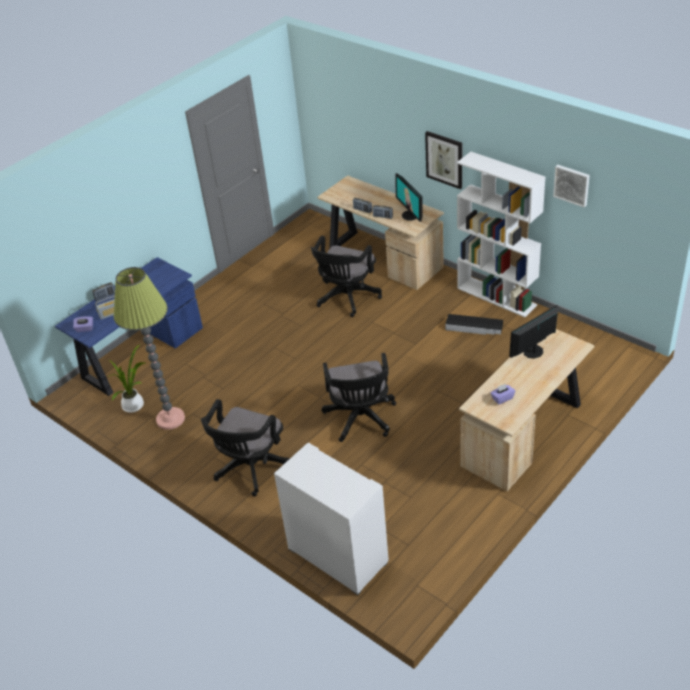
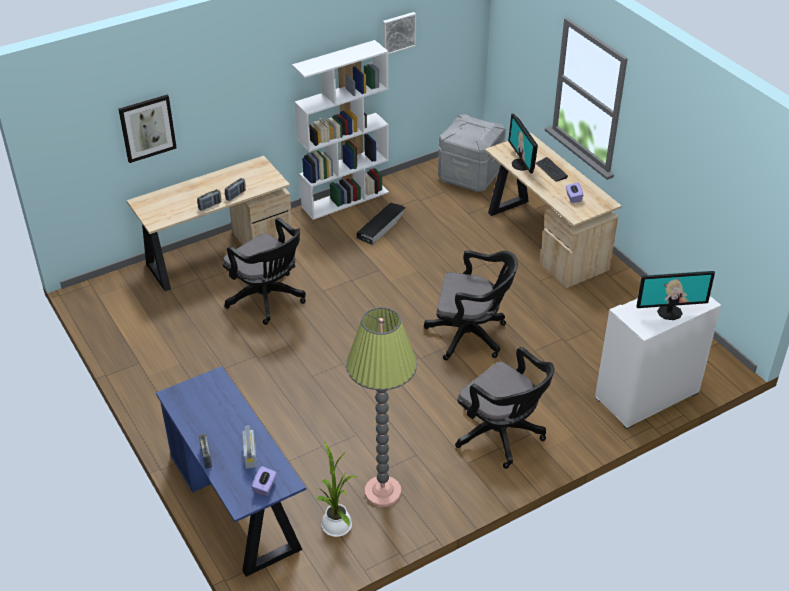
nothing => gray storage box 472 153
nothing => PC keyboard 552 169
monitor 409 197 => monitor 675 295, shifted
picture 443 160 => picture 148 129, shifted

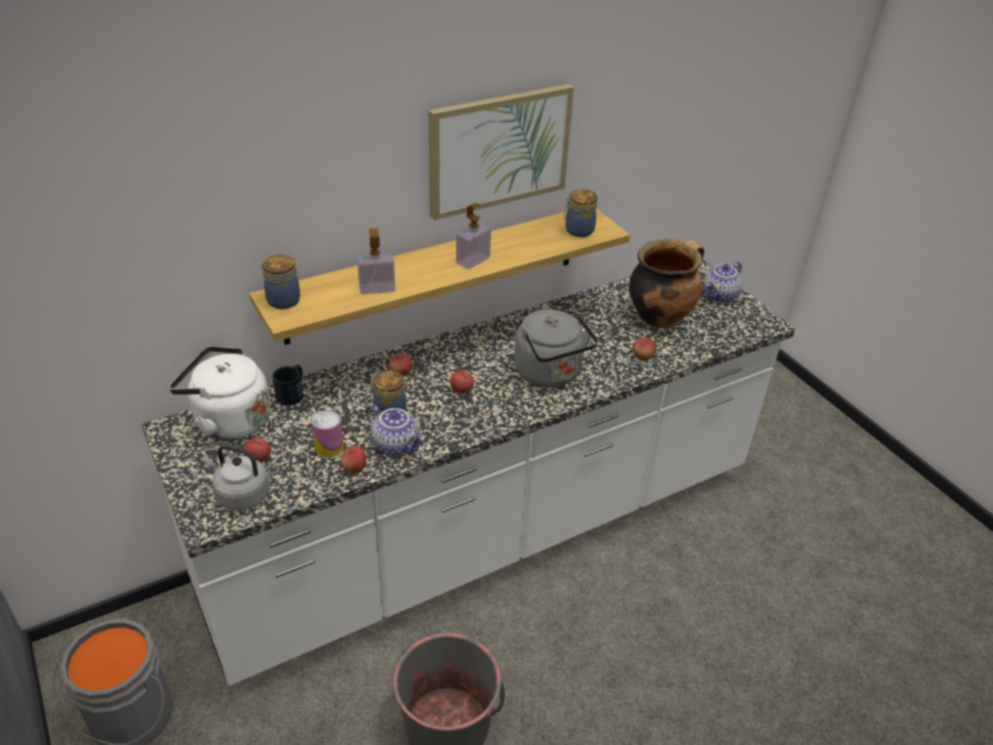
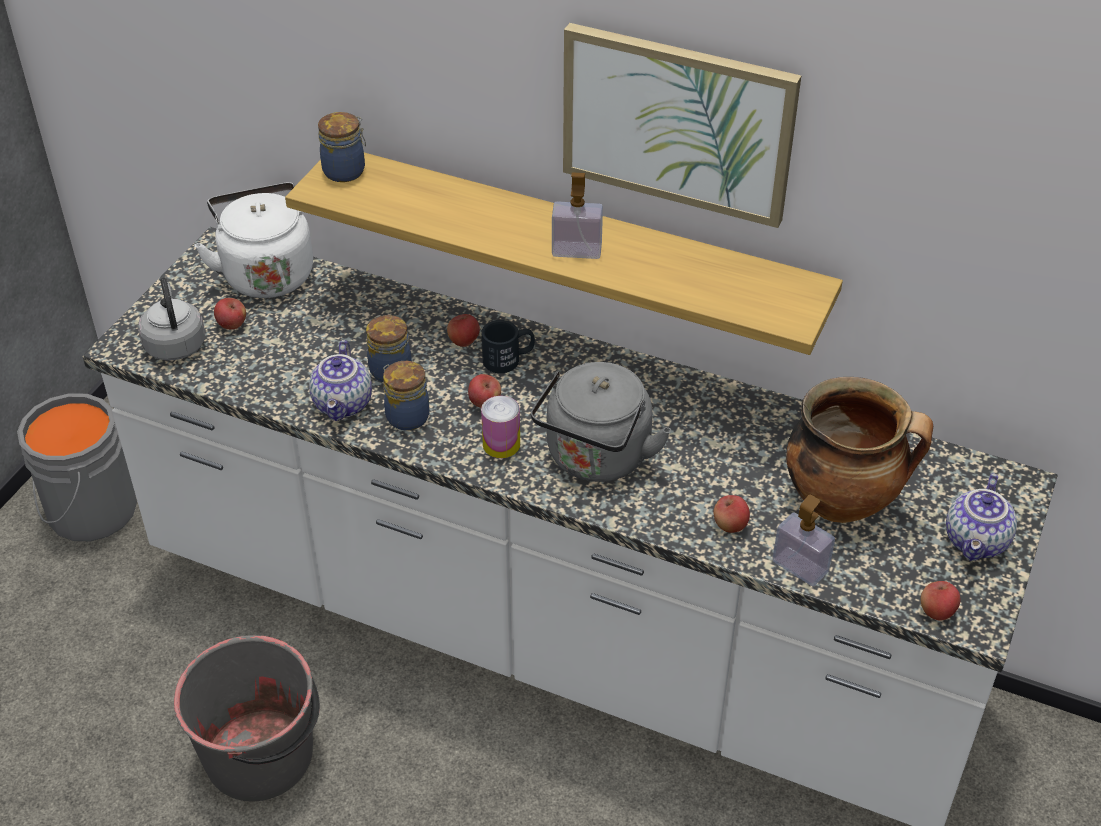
black mug 287 385 => black mug 508 346, shifted
can 328 433 => can 500 427, shifted
whole apple 353 459 => whole apple 941 600, shifted
soap bottle 376 261 => soap bottle 803 541, shifted
storage jar 580 213 => storage jar 406 396, shifted
tea pot 722 282 => tea pot 981 517, 75 degrees counterclockwise

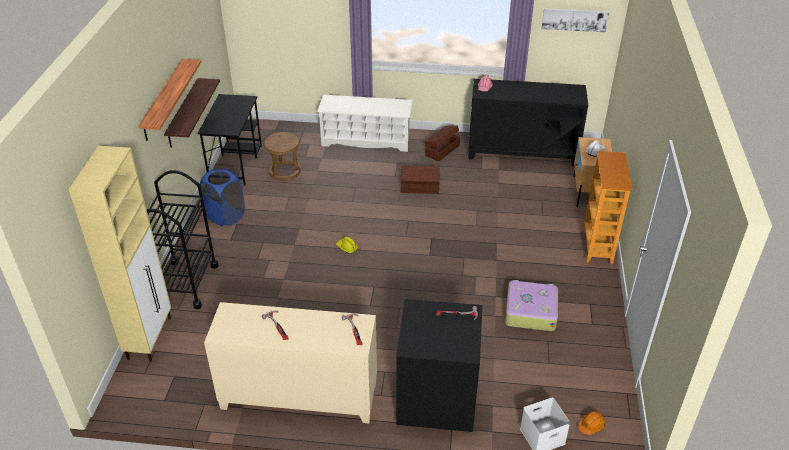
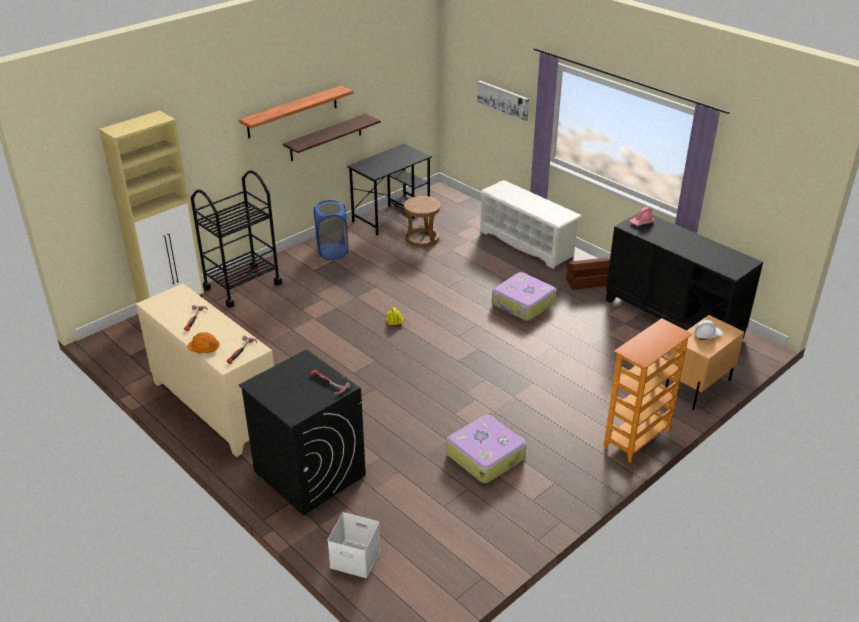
picture 575 20 => picture 503 101, shifted
orange safety helmet 591 423 => orange safety helmet 203 342, shifted
brown-coloured storage box 420 179 => piece of luggage 524 296

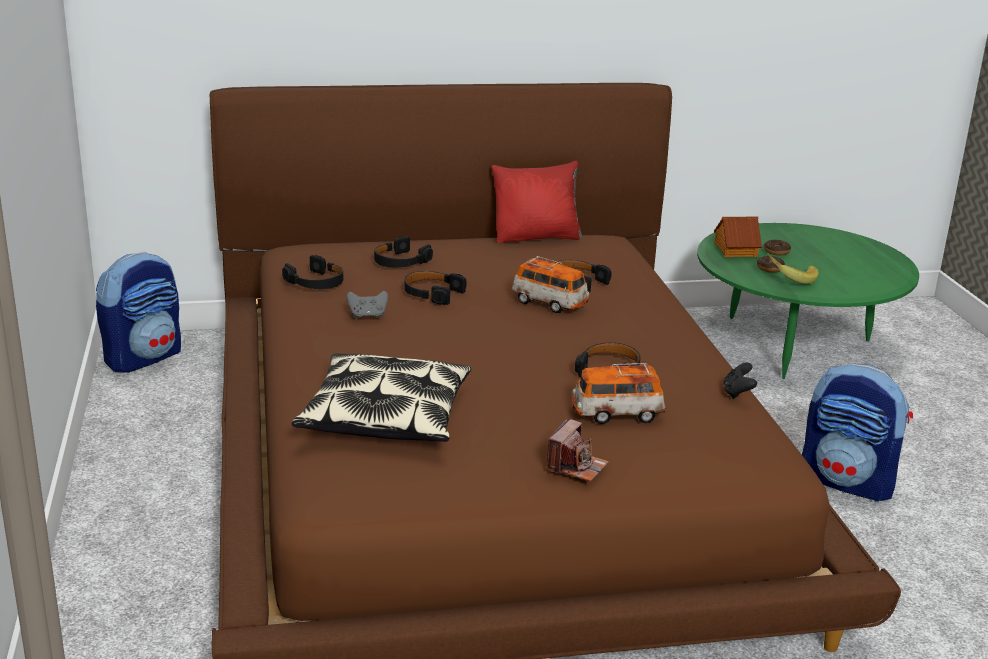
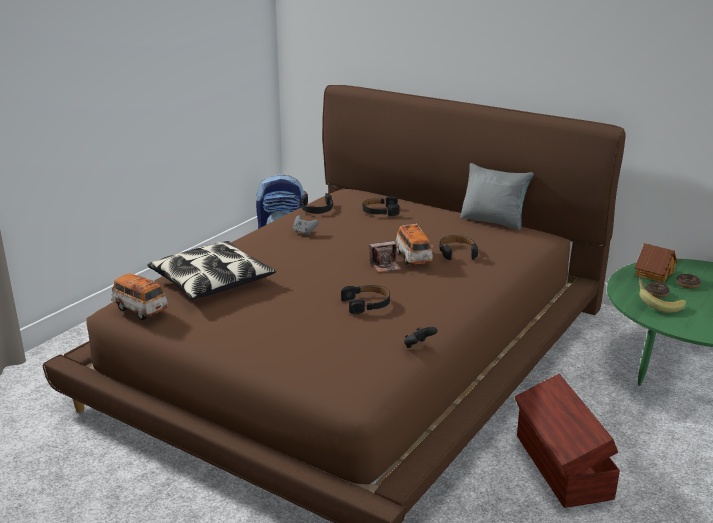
black pair of headphones 435 288 => nothing
still camera 578 450 => still camera 385 256, shifted
toy car 619 393 => toy car 139 296, shifted
knapsack 857 433 => brown-coloured storage box 567 441
red-coloured throw pillow 537 202 => gray throw pillow 497 196

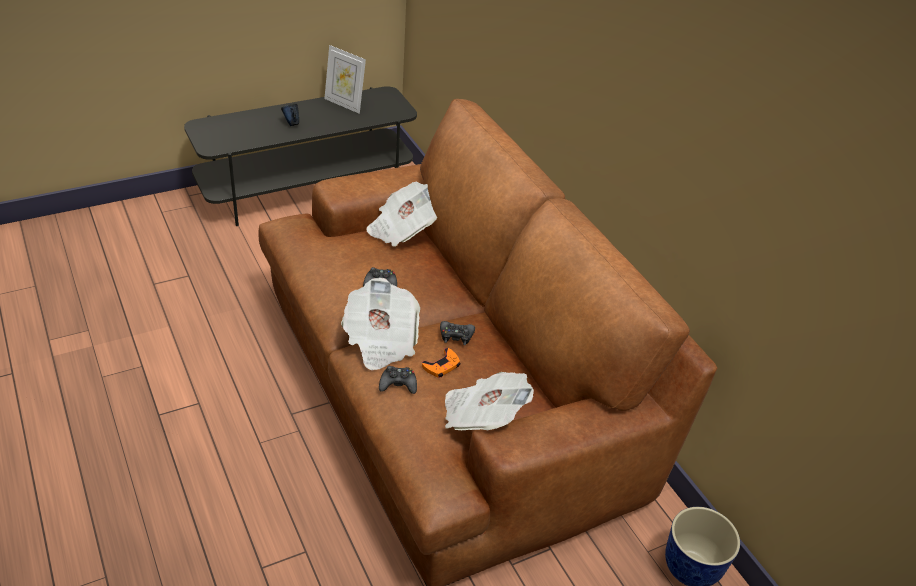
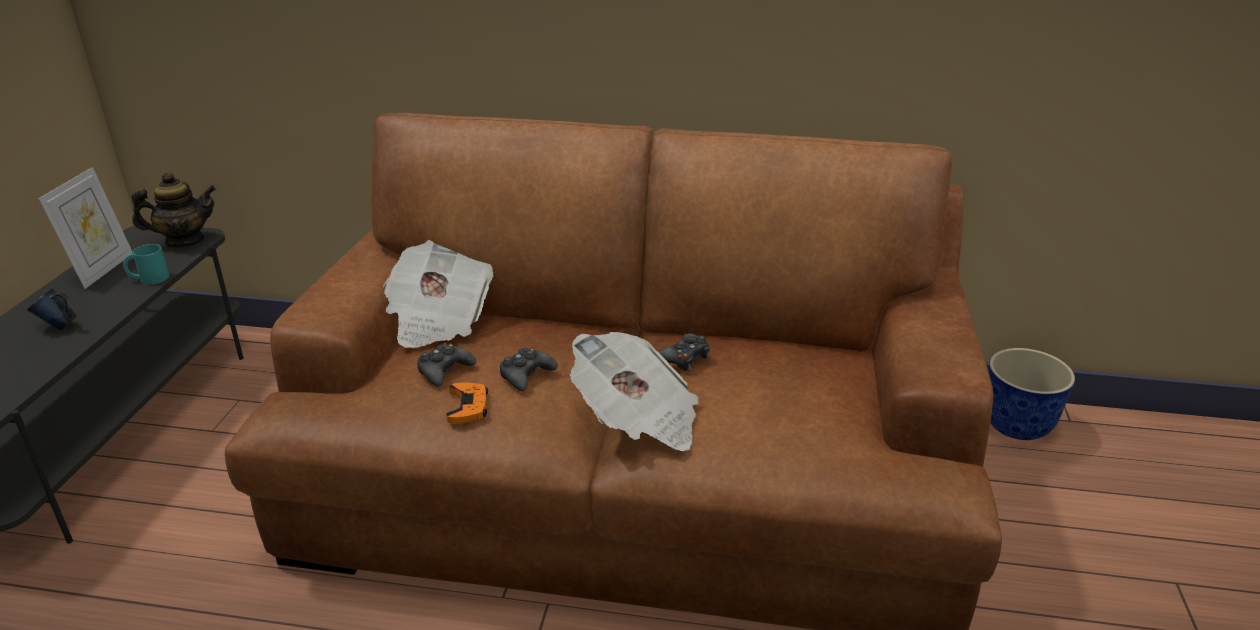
printed paper 489 401 => nothing
nothing => turquoise mug 146 264
nothing => tea pot 173 210
black joypad 398 380 => black joypad 446 365, shifted
orange joypad 441 363 => orange joypad 467 402, shifted
standing frame 345 79 => standing frame 85 228, 60 degrees counterclockwise

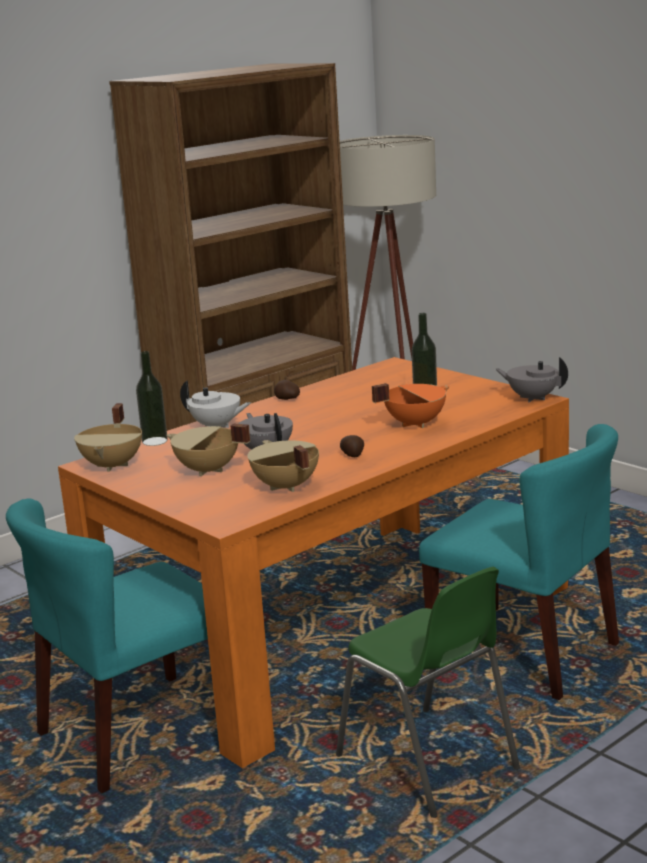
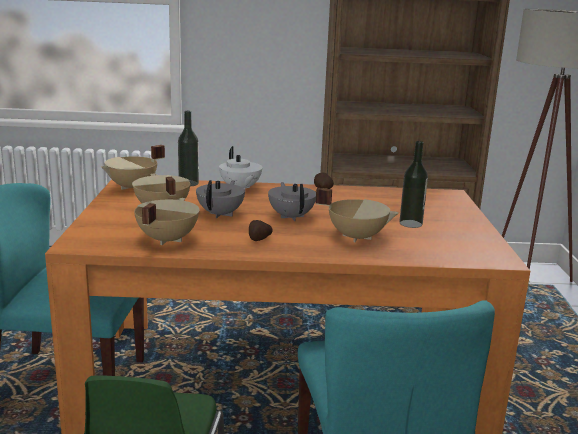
gray tea pot 532 379 => gray tea pot 292 201, shifted
orange cooking pot 410 405 => beige-coloured cooking pot 357 215

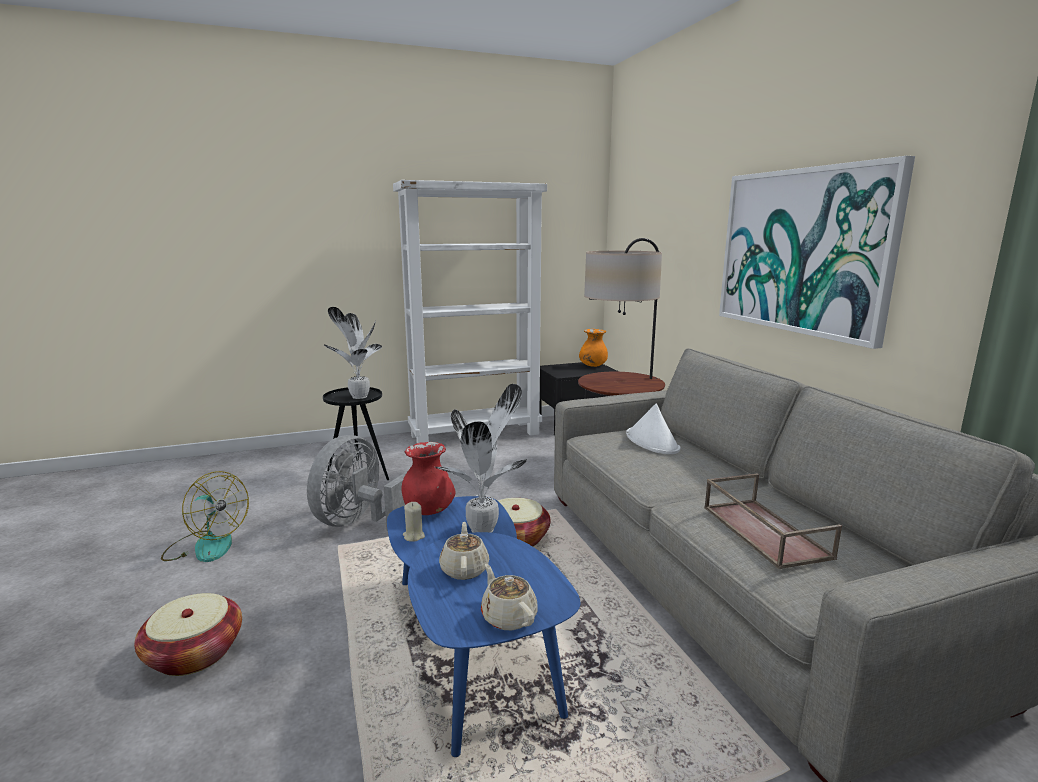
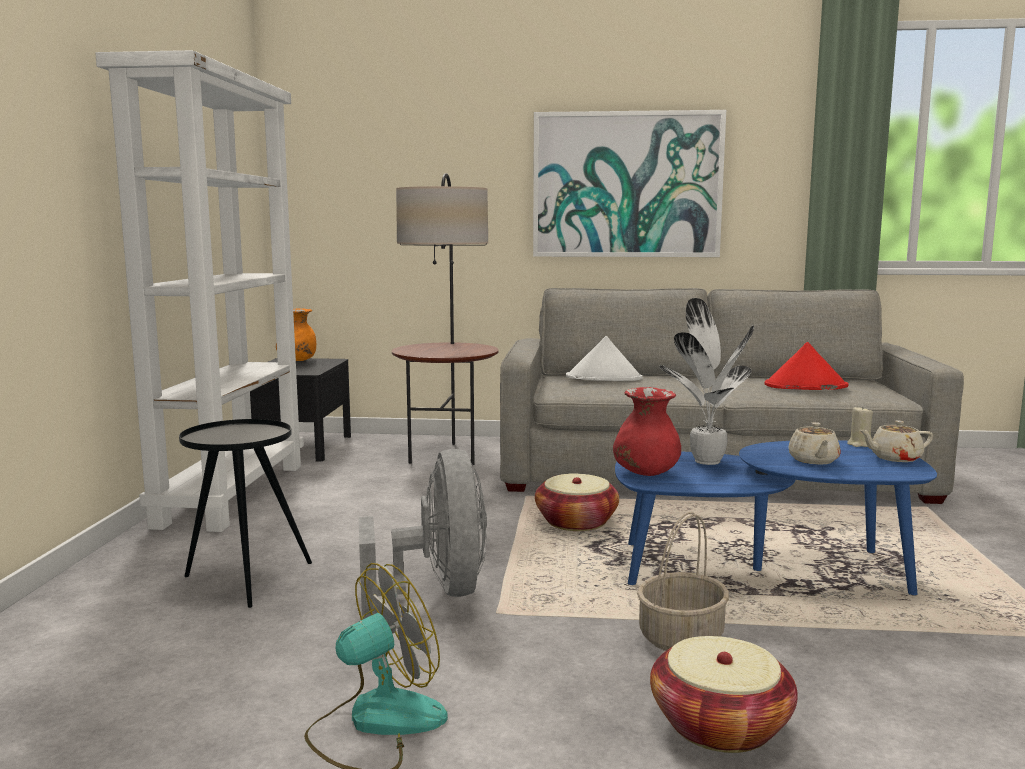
plant in a pot 353 353 => nothing
nothing => storage basket 683 581
beige-coloured wax light 414 522 => beige-coloured wax light 860 427, shifted
brown-coloured tray 773 521 => red-coloured wearable hat 806 366
gray electric fan 357 483 => gray electric fan 423 534, 150 degrees counterclockwise
beige-coloured tea pot 464 551 => beige-coloured tea pot 815 443, 105 degrees counterclockwise

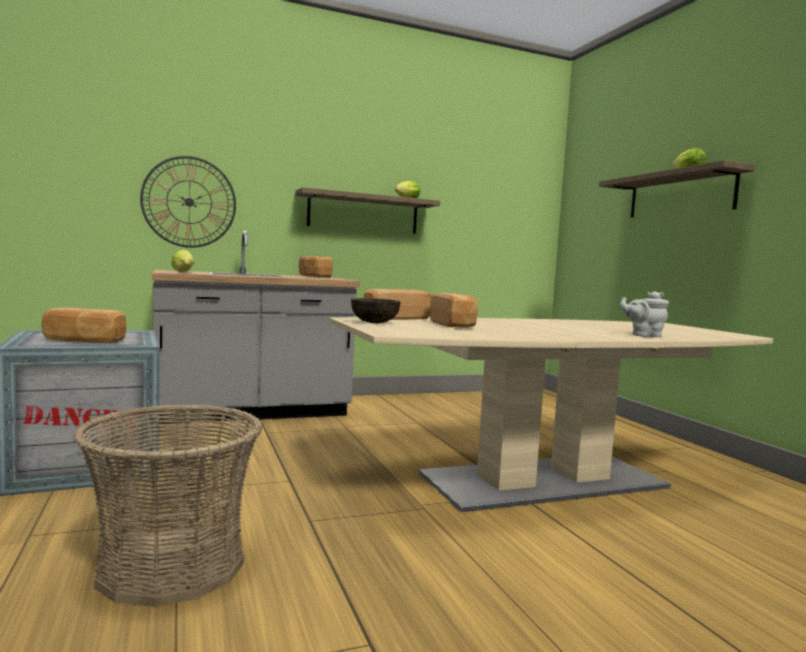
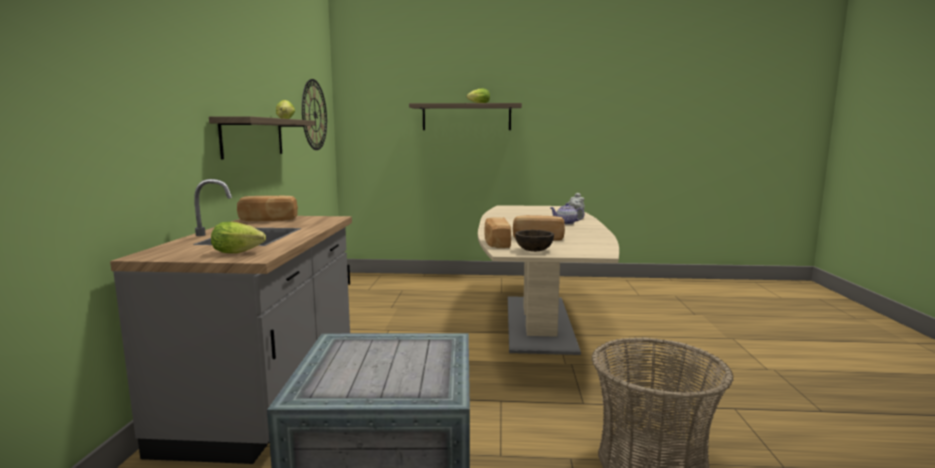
baked bread 84 325 => nothing
nothing => tea pot 567 214
hanging clock 188 202 => hanging clock 314 114, shifted

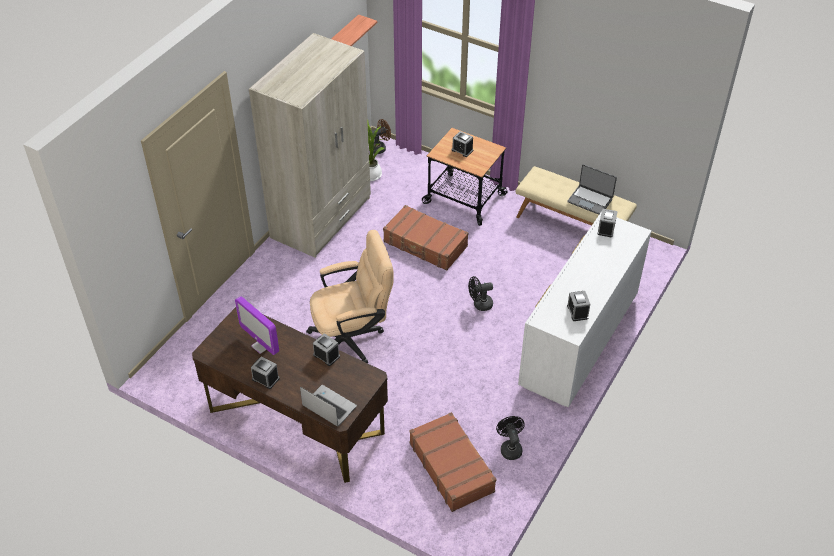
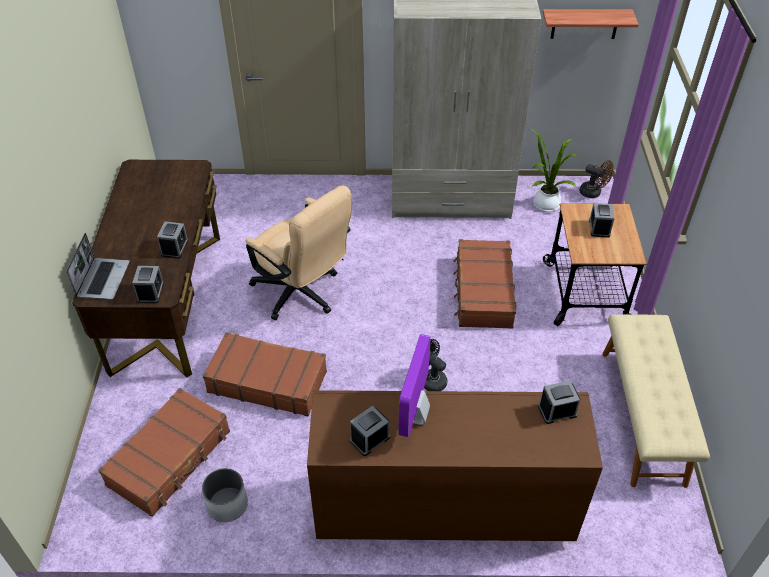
laptop 592 189 => nothing
nothing => brown-coloured piece of luggage 265 374
monitor 257 325 => monitor 414 385, shifted
table clock 265 373 => table clock 148 284, shifted
black electric fan 510 438 => white flower pot 225 495
white drawer chest 585 309 => brown-coloured drawer chest 455 465

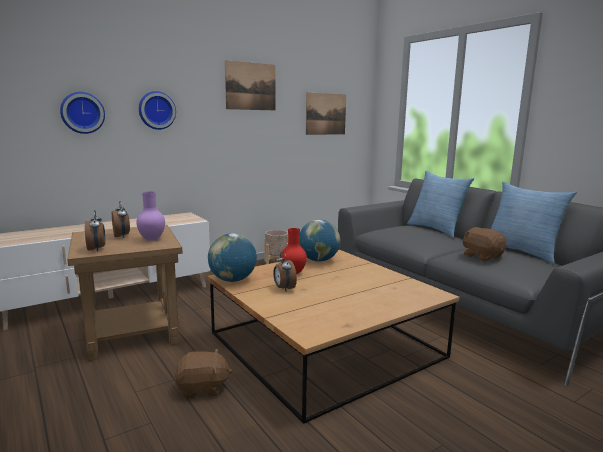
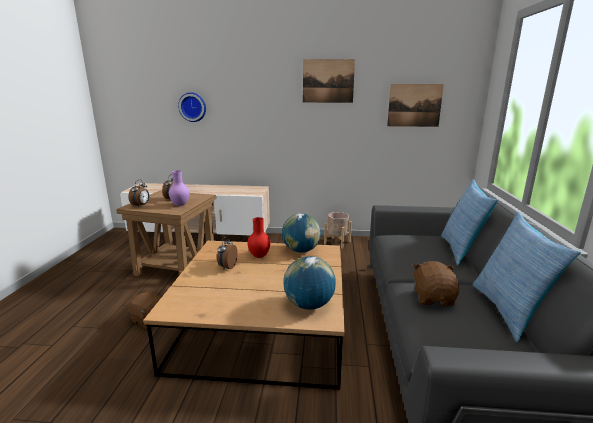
hanging clock 157 110 => nothing
globe 232 257 => globe 309 283, shifted

